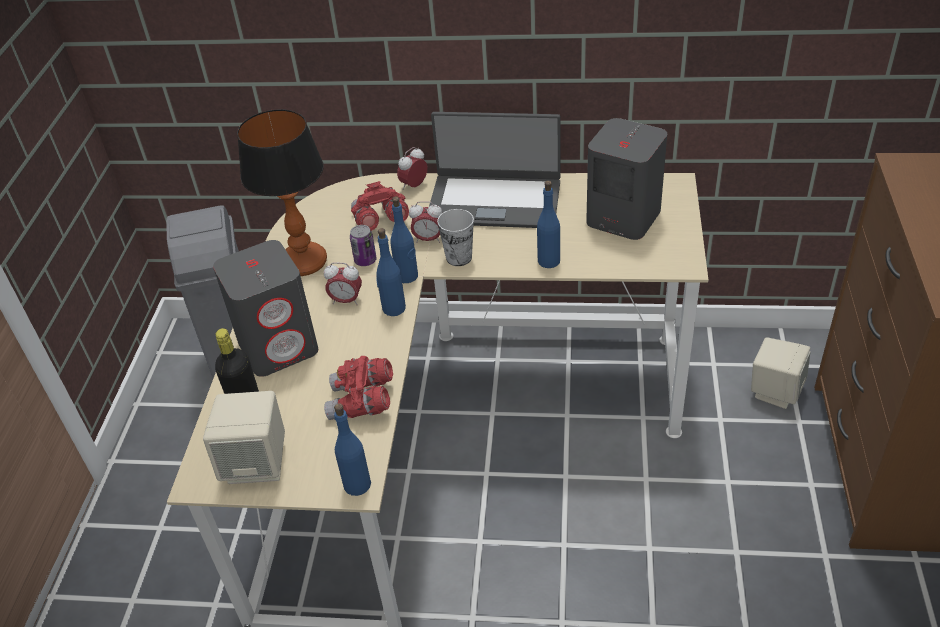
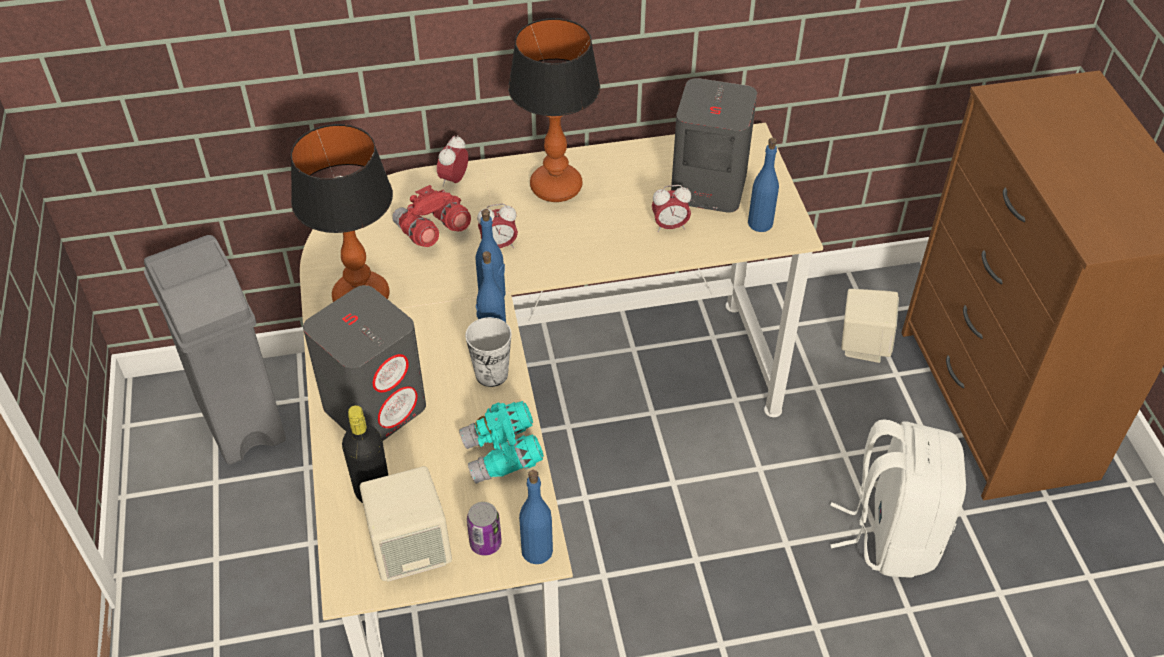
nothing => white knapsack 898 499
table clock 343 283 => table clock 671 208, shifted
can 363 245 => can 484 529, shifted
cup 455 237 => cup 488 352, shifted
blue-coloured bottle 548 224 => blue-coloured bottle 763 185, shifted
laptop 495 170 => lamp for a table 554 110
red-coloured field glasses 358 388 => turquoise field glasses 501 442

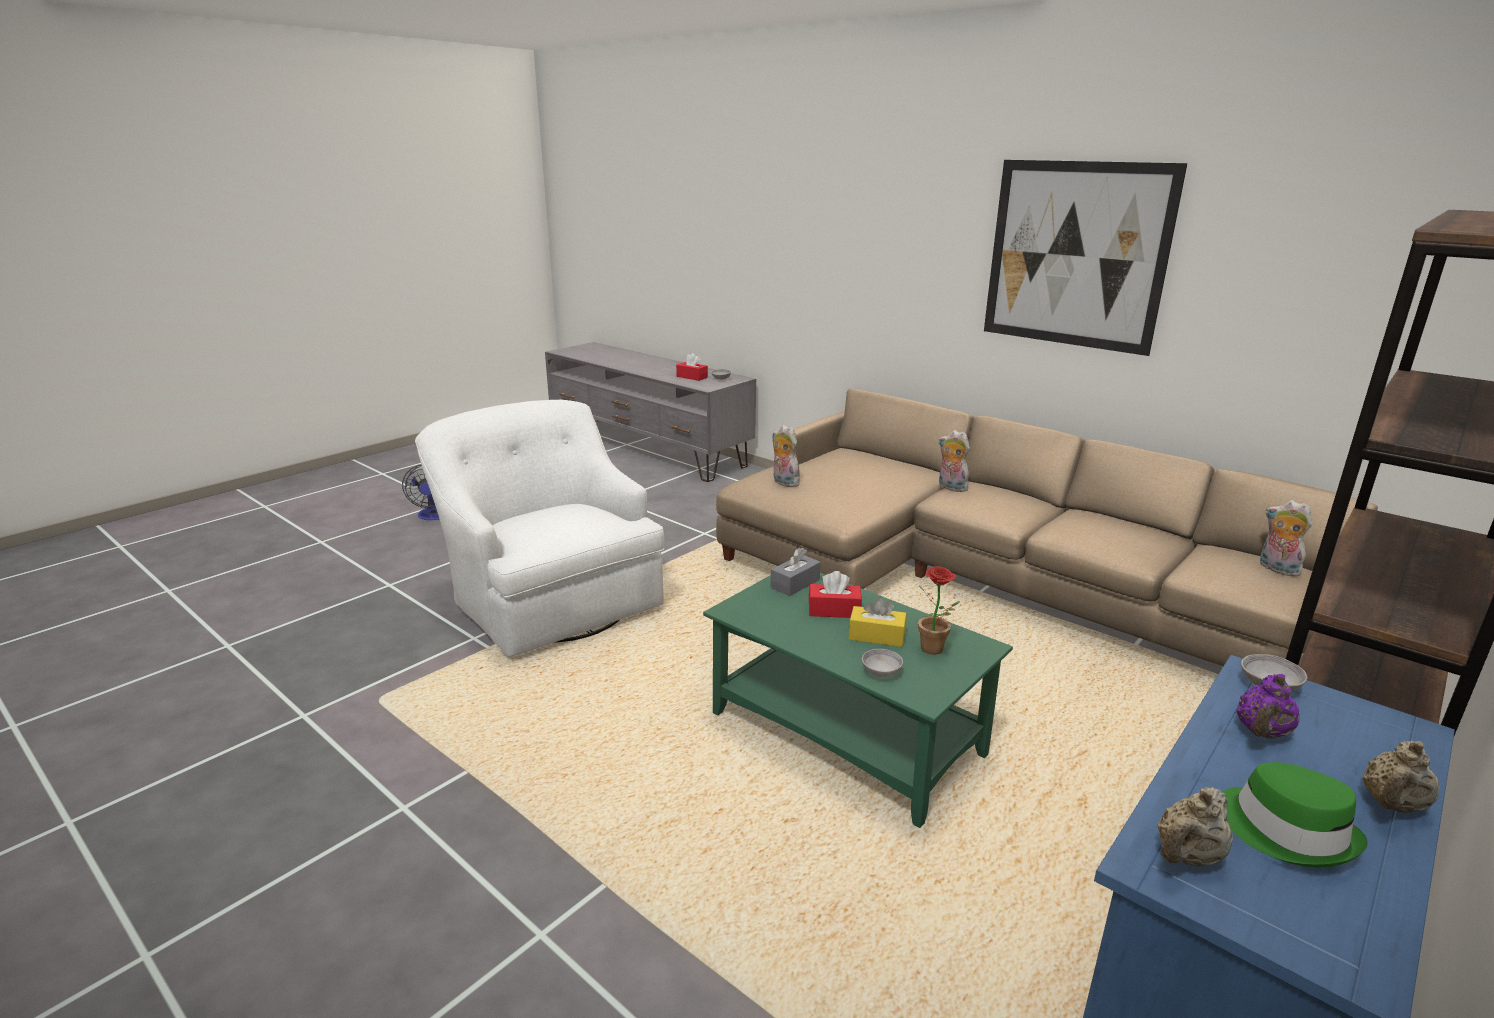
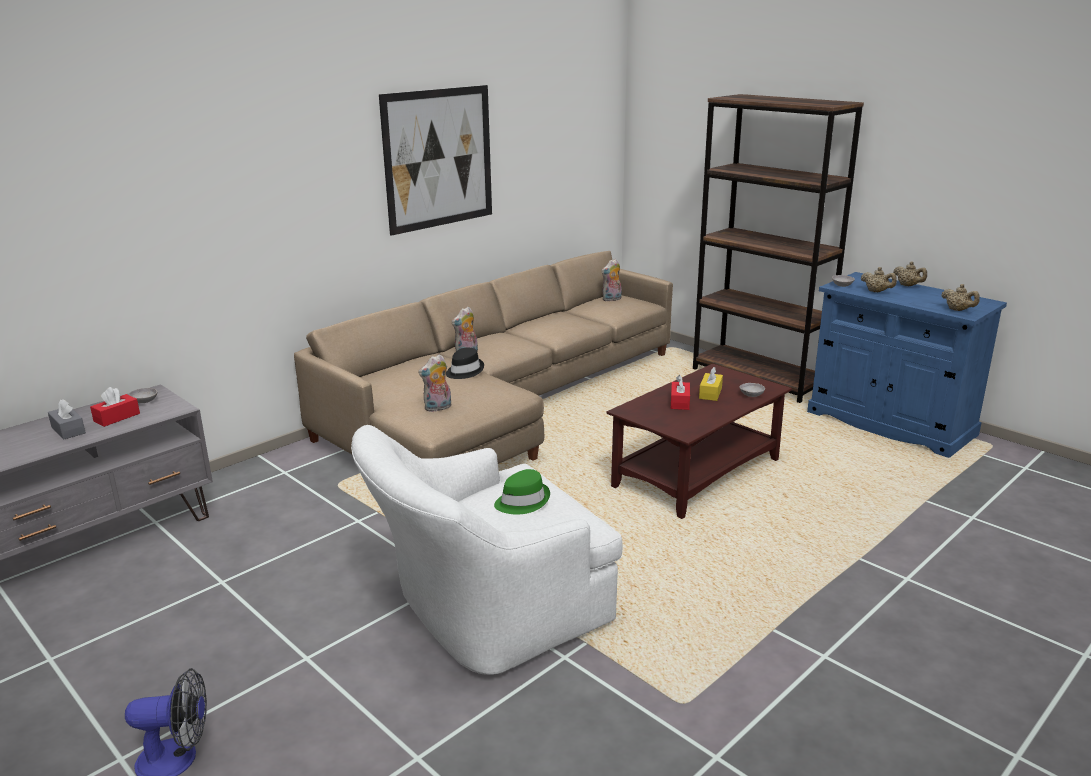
plant in a pot 939 610 => nothing
nothing => black wearable hat 465 363
gray tissue box 795 572 => gray tissue box 67 419, shifted
green-coloured wearable hat 1295 814 => green-coloured wearable hat 522 492, shifted
green-coloured coffee table 858 700 => brown-coloured coffee table 699 441
purple tea pot 1268 706 => beige-coloured tea pot 879 279

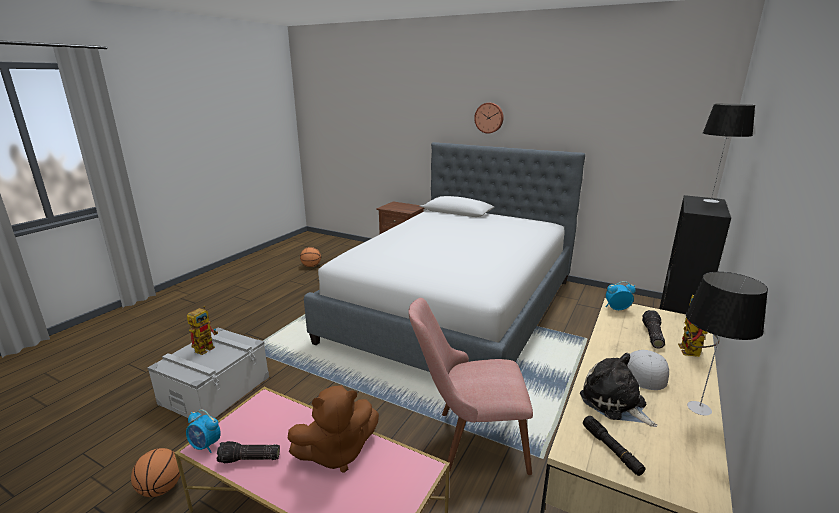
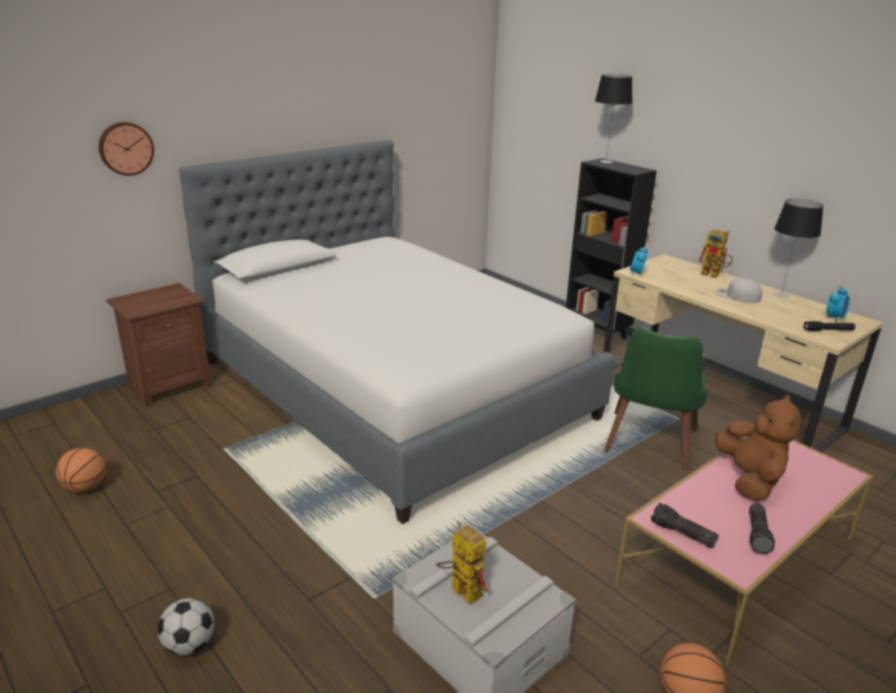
plush toy 619 390 => nothing
nothing => football 186 626
table clock 203 431 => table clock 838 304, shifted
hanging clock 489 118 => hanging clock 126 149, shifted
hand torch 653 329 => hand torch 685 525, shifted
pink-coloured upright chair 470 386 => green-coloured upright chair 656 398

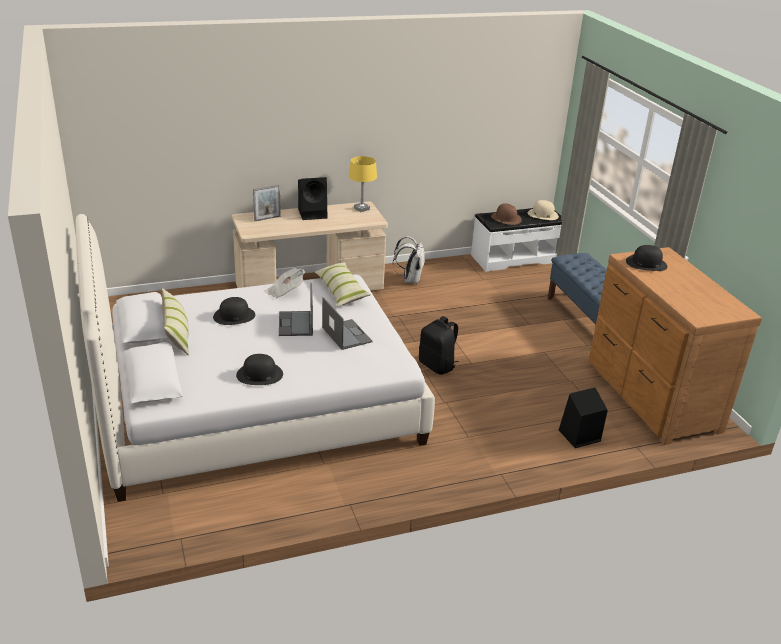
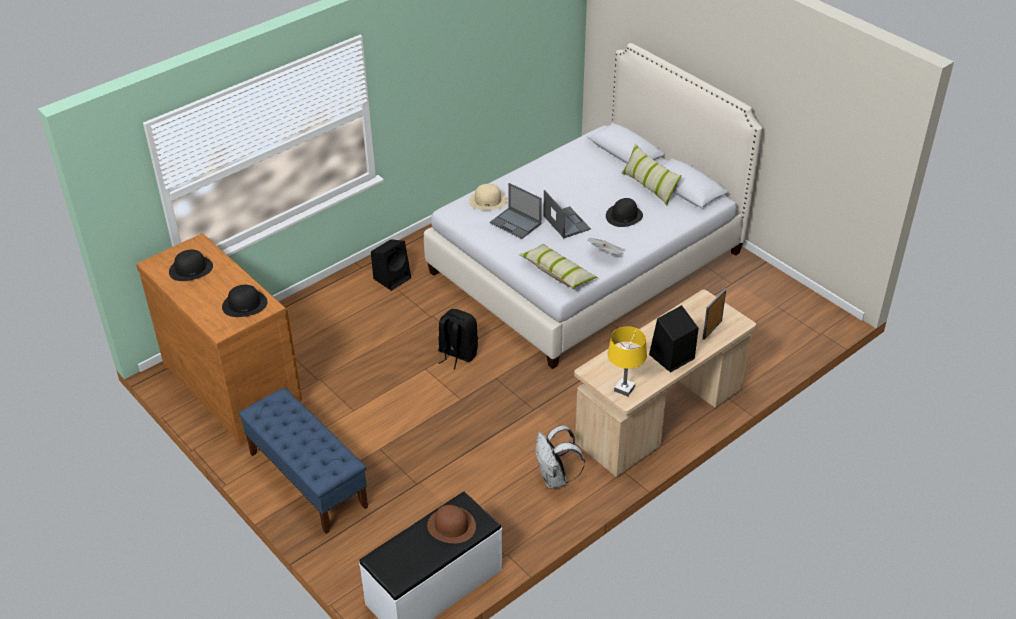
black wearable hat 259 369 => black wearable hat 191 265, shifted
beige-coloured wearable hat 543 210 => beige-coloured wearable hat 488 197, shifted
black speaker 583 417 => black speaker 391 265, shifted

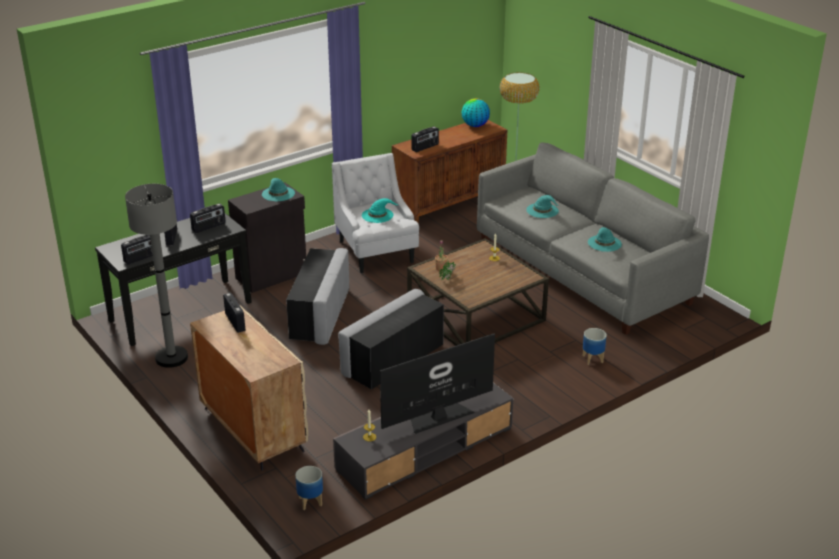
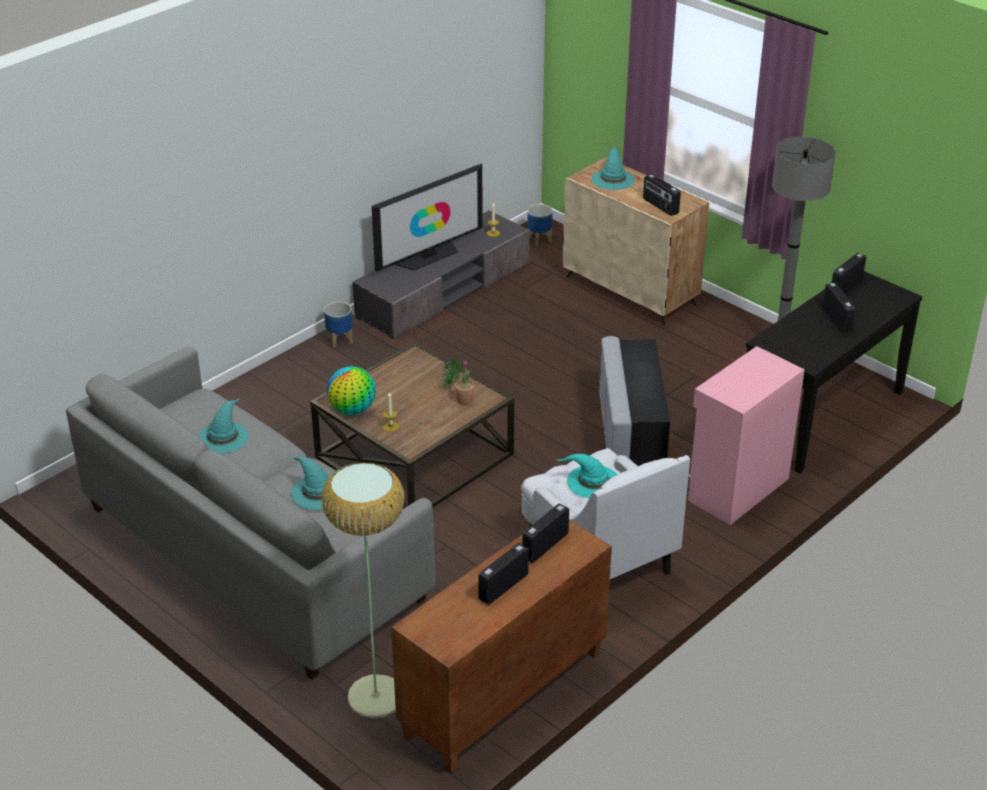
gray footrest 391 339 => nothing
radio receiver 208 218 => radio receiver 503 574, shifted
turquoise wearable hat 278 189 => turquoise wearable hat 613 168, shifted
globe 475 112 => globe 351 390, shifted
flower pot 595 346 => flower pot 338 324, shifted
black cabinet 267 237 => pink-coloured cabinet 746 435

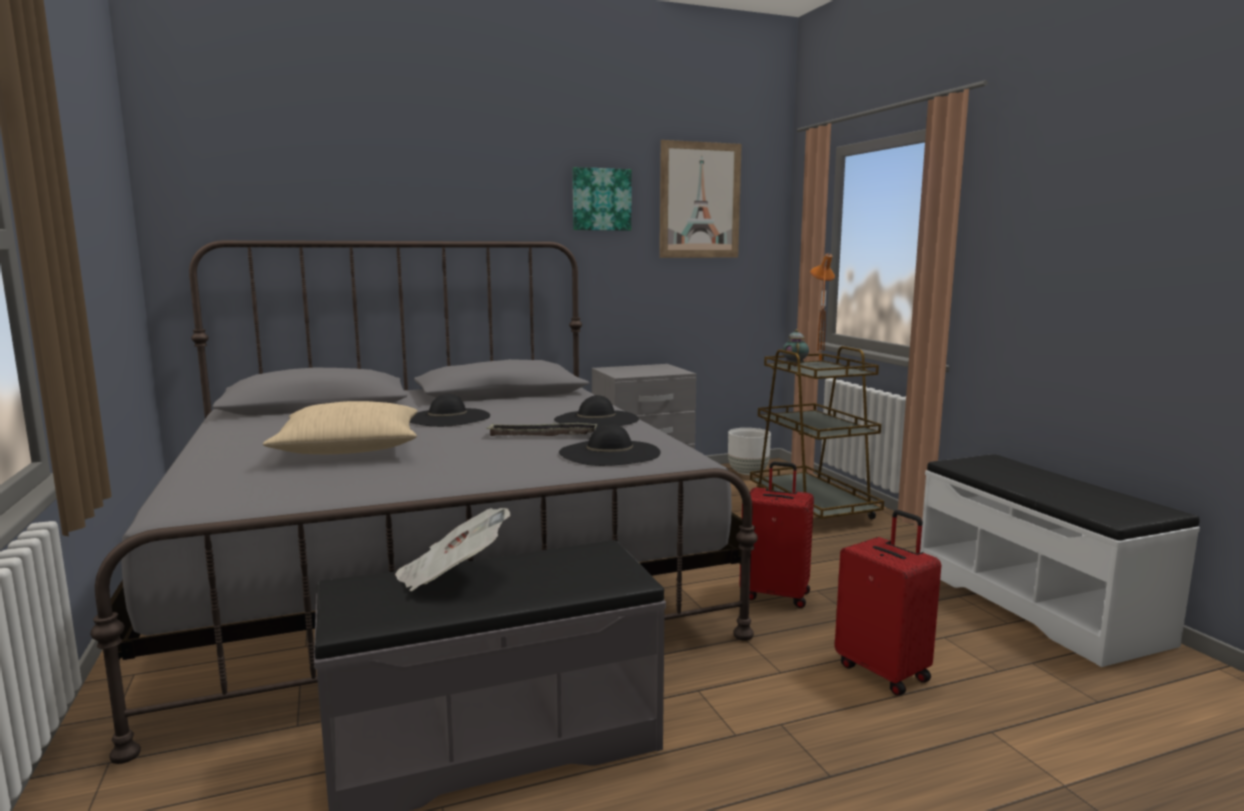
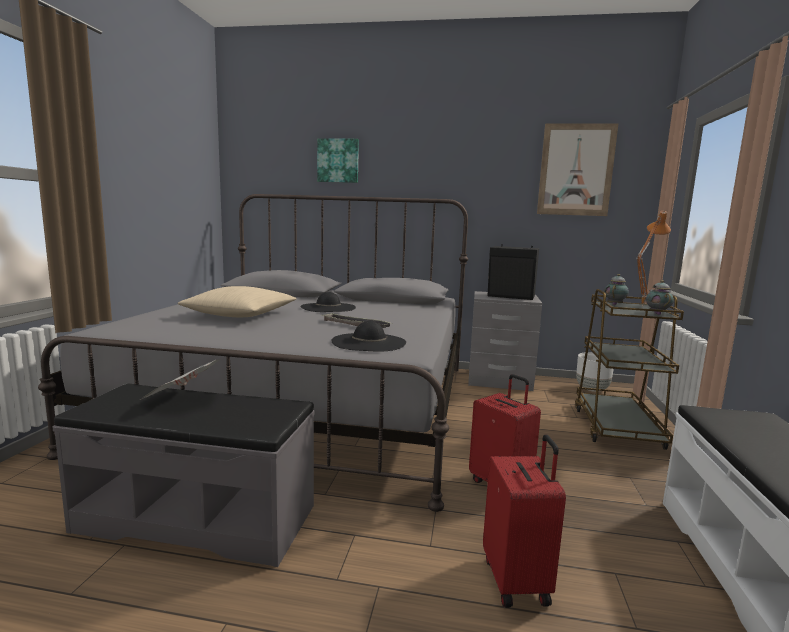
black wearable hat 596 412 => nothing
nothing => black speaker 513 272
nothing => tea pot 660 297
picture 602 199 => picture 338 160, shifted

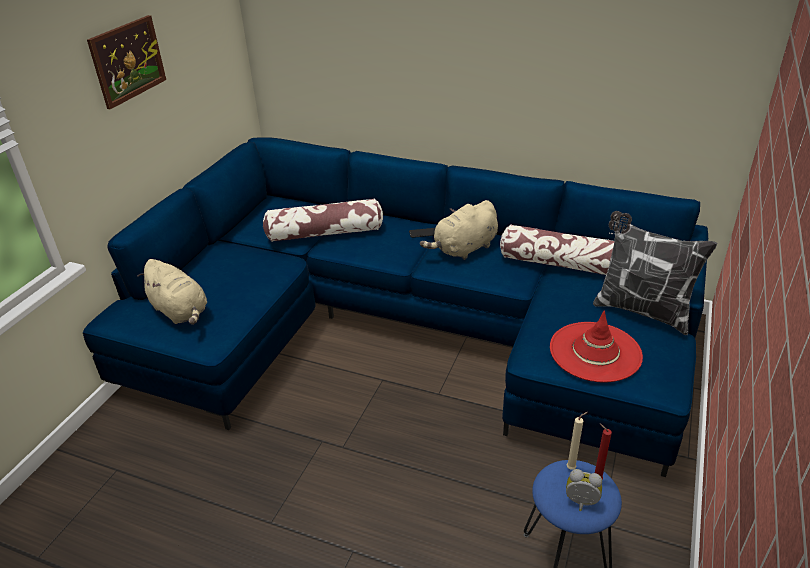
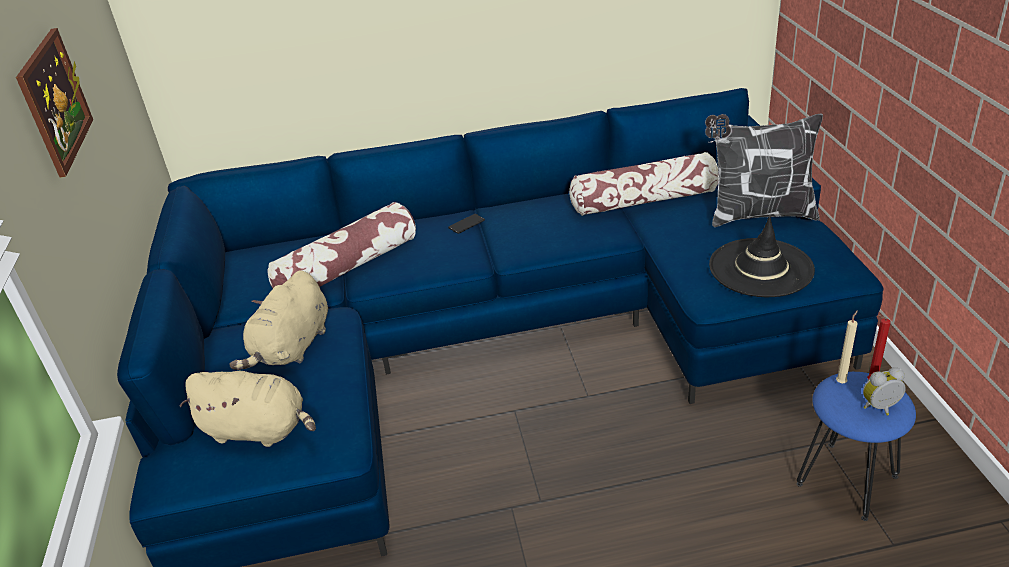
beige-coloured plush toy 459 230 => beige-coloured plush toy 278 320, shifted
red-coloured wearable hat 596 346 => black wearable hat 762 257

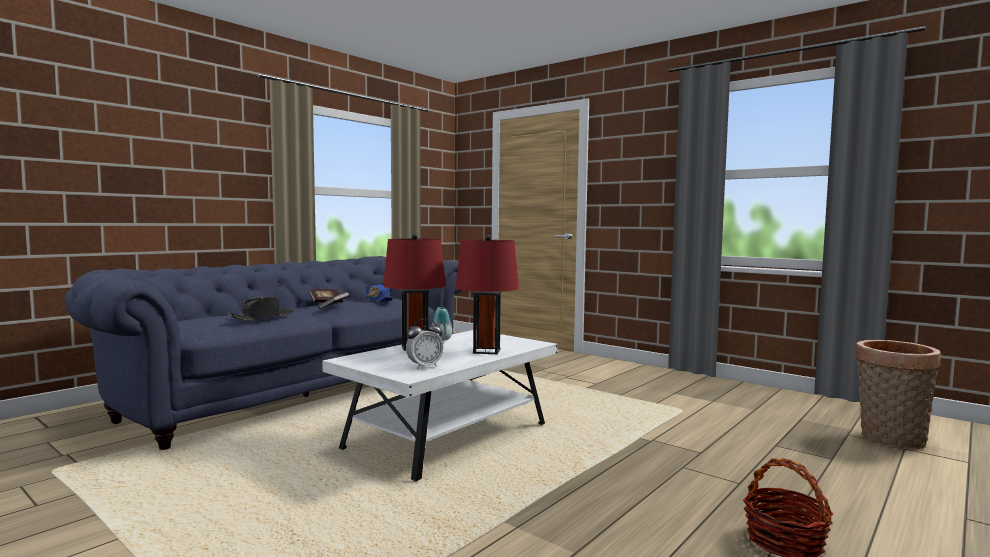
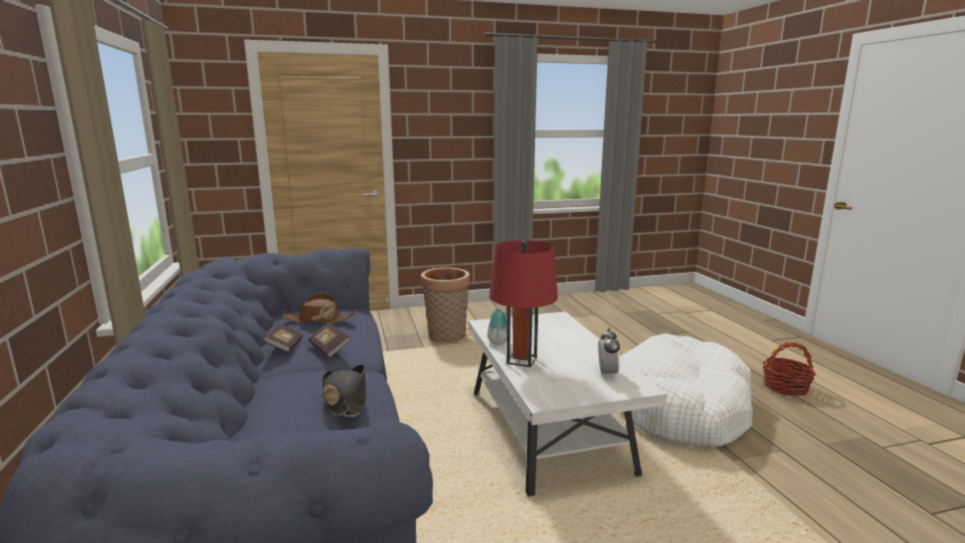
red-coloured lamp for a table 487 294 => nothing
nothing => white dog cushion 687 389
storage basket 898 394 => storage basket 445 305, shifted
blue-coloured wearable hat 379 292 => brown-coloured wearable hat 319 307

